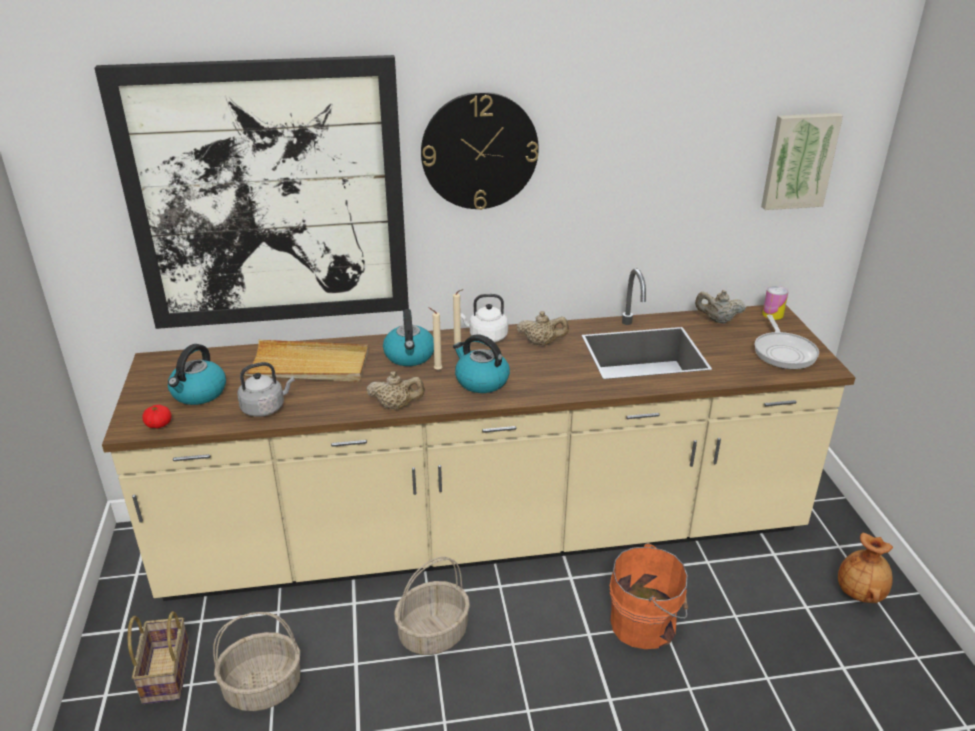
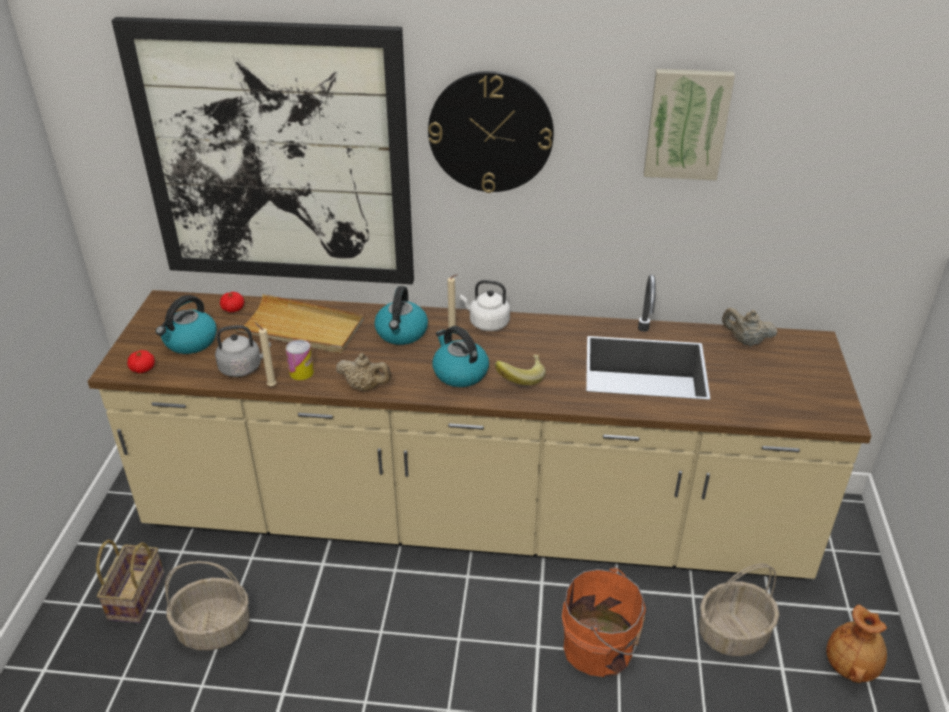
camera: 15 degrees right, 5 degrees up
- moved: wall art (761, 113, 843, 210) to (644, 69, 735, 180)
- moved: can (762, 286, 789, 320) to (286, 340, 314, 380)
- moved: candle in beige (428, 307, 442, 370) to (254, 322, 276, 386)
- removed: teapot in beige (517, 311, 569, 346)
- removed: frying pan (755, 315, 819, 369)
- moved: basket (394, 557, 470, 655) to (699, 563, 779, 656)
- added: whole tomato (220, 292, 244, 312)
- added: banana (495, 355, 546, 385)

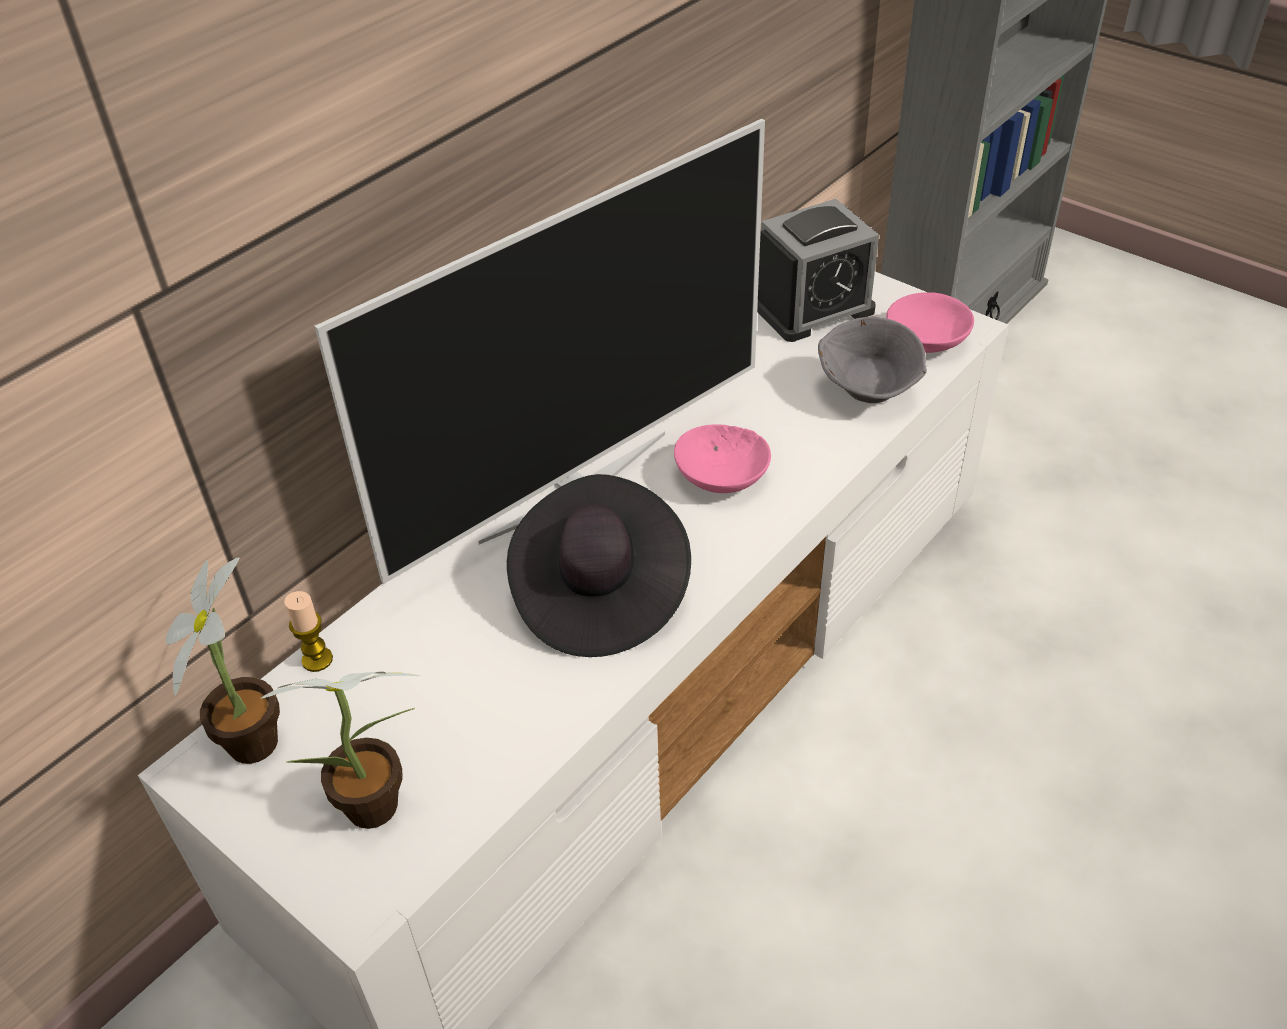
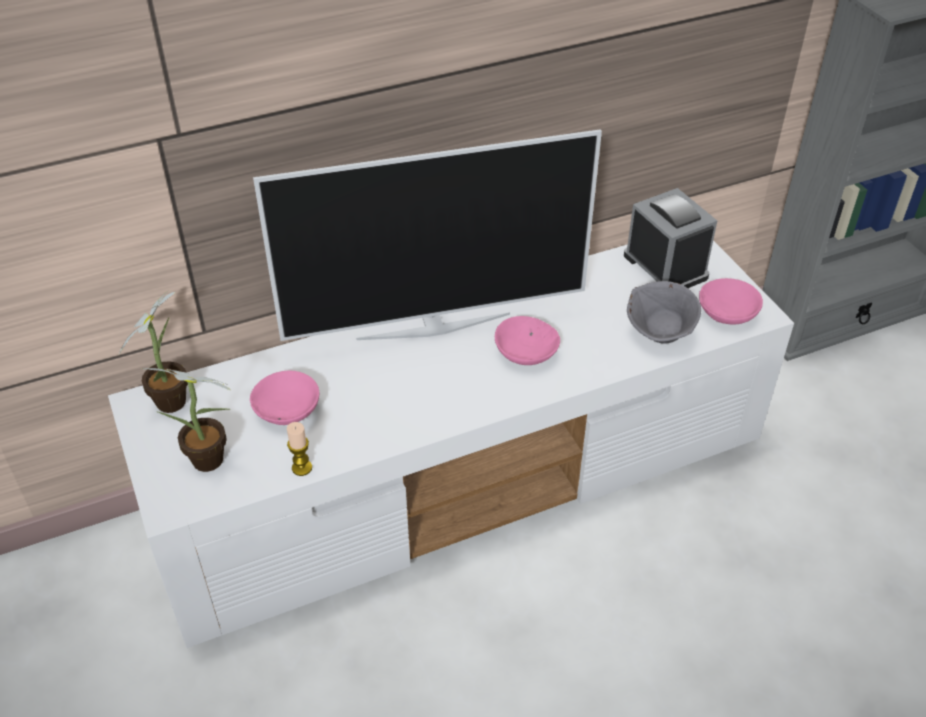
camera: 25 degrees right, 0 degrees up
- turned: table clock (757, 199, 879, 342) = (624, 188, 717, 288) 120 degrees counterclockwise
- removed: clothing hat in blackish (507, 474, 691, 657)
- moved: candle (284, 591, 333, 672) to (287, 422, 312, 476)
- added: serving bowl in pink-coloured (250, 370, 319, 425)

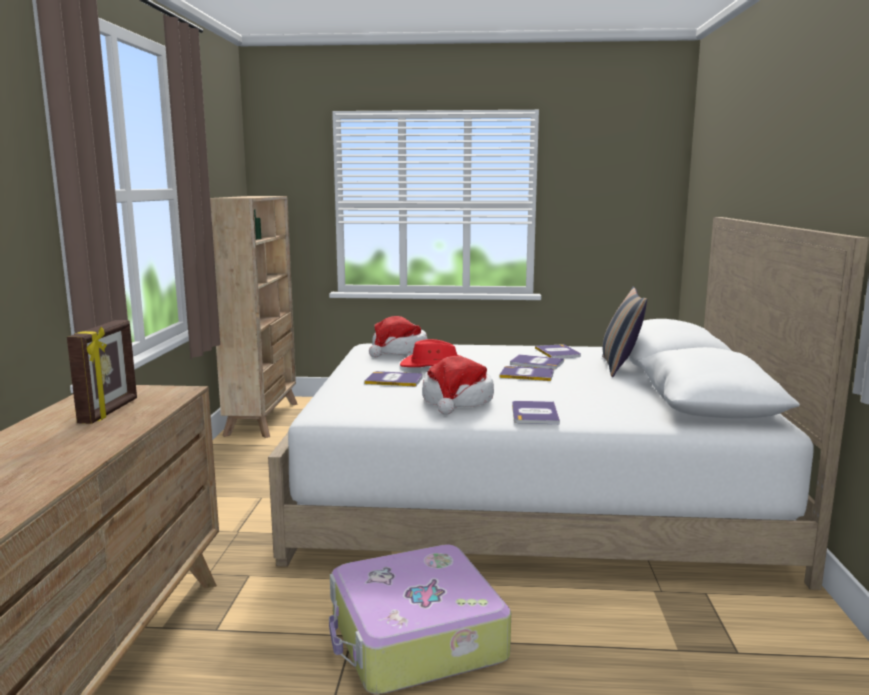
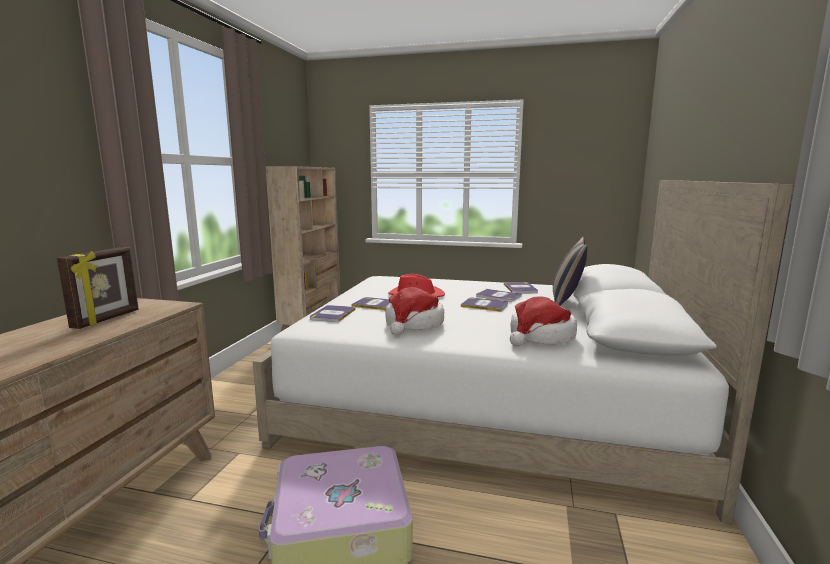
camera: 10 degrees right, 0 degrees up
- moved: clothing hat (369, 316, 428, 357) to (510, 297, 577, 346)
- moved: bound book (512, 401, 560, 424) to (310, 305, 356, 322)

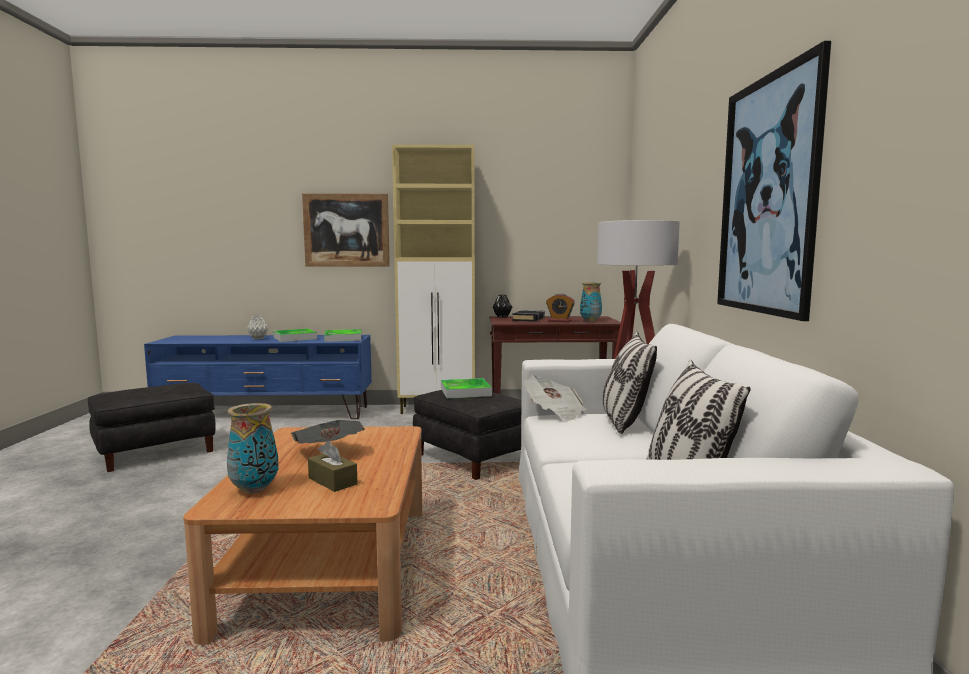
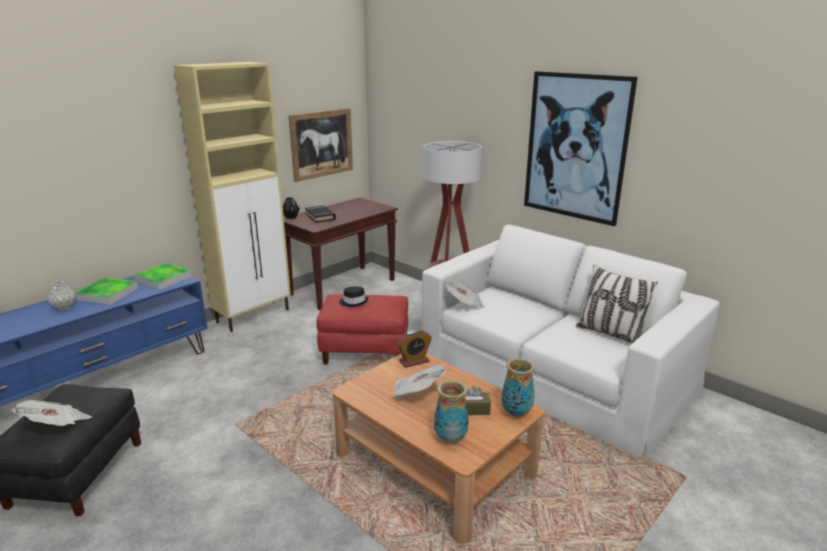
camera: 45 degrees left, 15 degrees up
- moved: wall art (302, 193, 390, 267) to (288, 108, 353, 182)
- moved: decorative vase (580, 282, 602, 322) to (501, 358, 535, 417)
- moved: table clock (546, 293, 575, 322) to (397, 329, 432, 368)
- removed: cushion (602, 332, 657, 434)
- replaced: tray (441, 378, 492, 399) to clothing hat in blackish (339, 287, 369, 307)
- recoloured: footrest in blackish (413, 390, 522, 480) to footrest in red-coloured (316, 294, 408, 365)
- added: newspaper (11, 400, 92, 426)

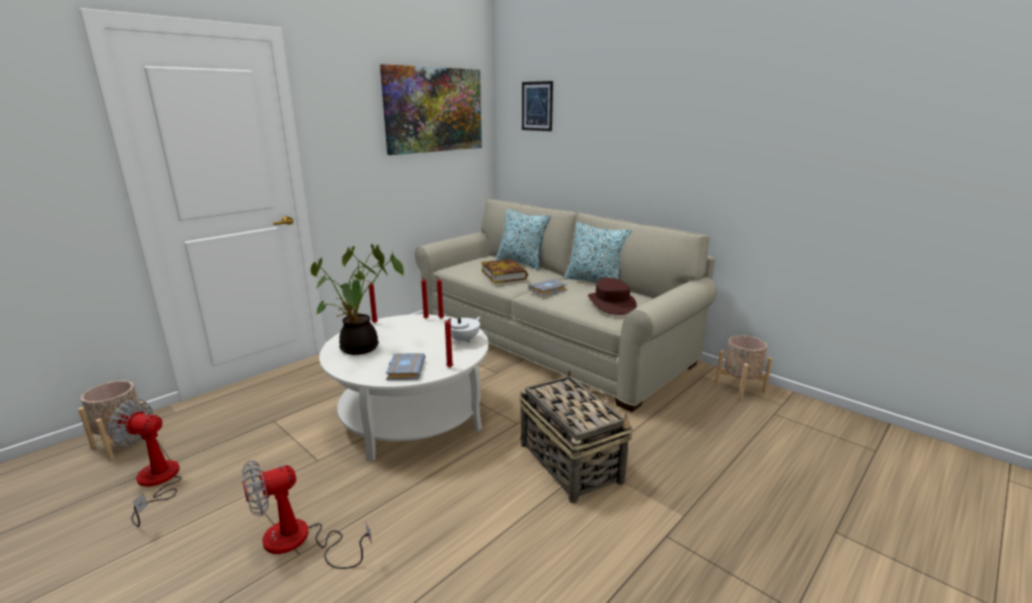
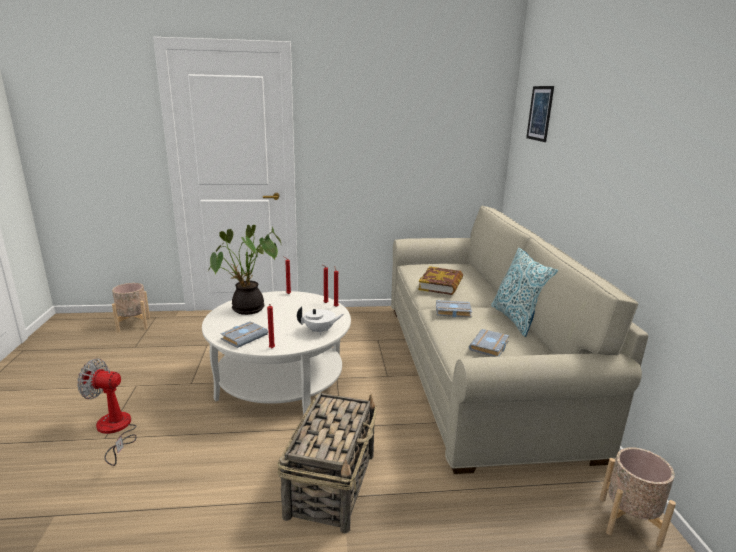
camera: 40 degrees right, 0 degrees up
- removed: wall art (380, 64, 482, 155)
- removed: cushion (496, 209, 550, 270)
- replaced: clothing hat in brown-coloured (588, 278, 637, 315) to bound book in gray (469, 329, 509, 357)
- removed: electric fan (108, 399, 182, 527)

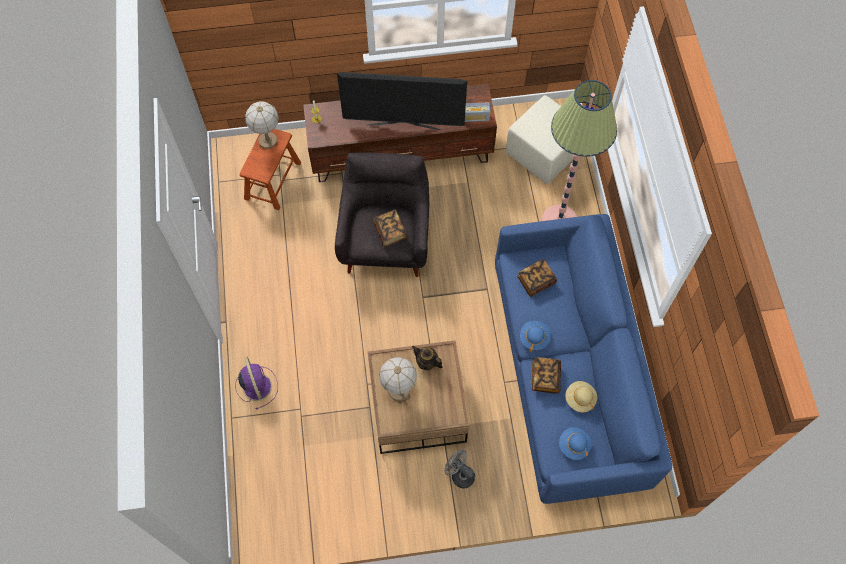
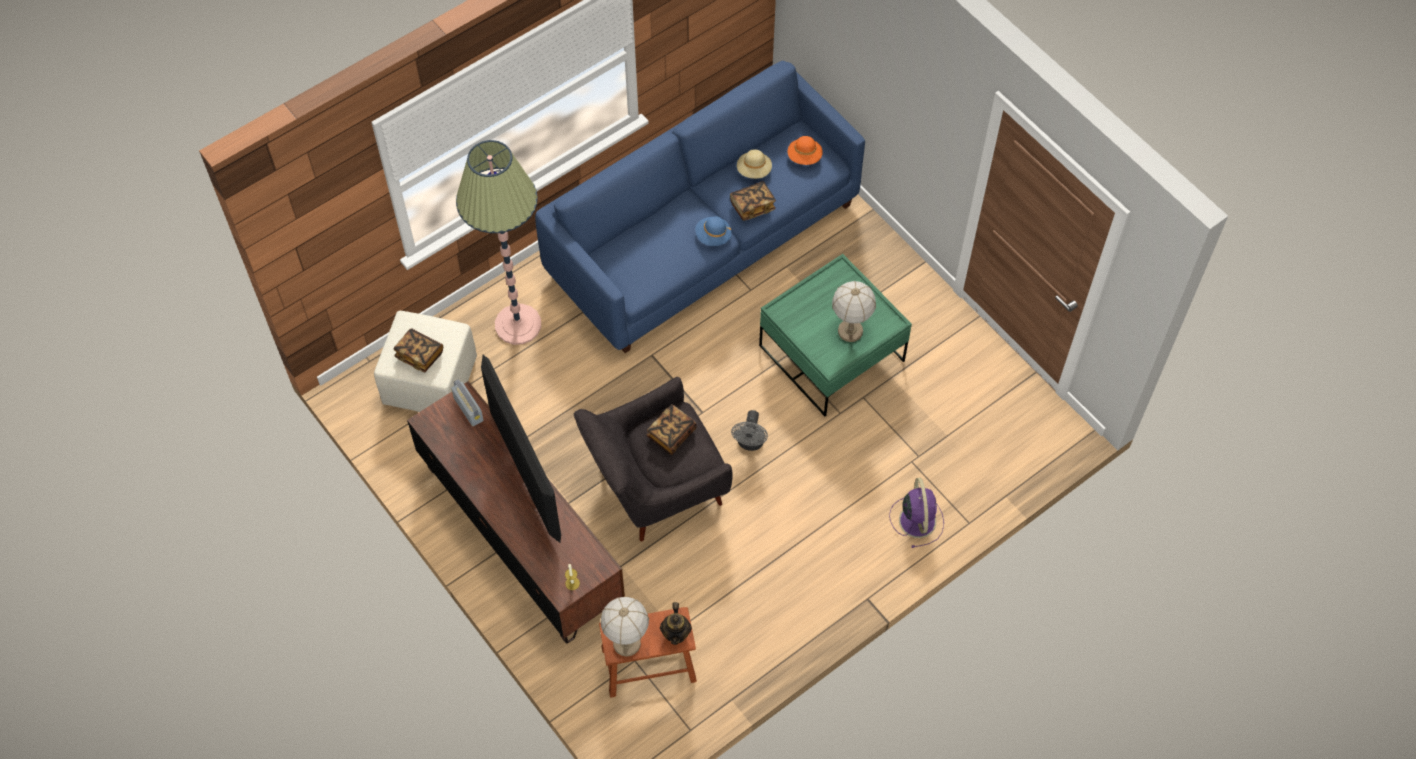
camera: 120 degrees left, 5 degrees down
- moved: bound book (517, 259, 557, 297) to (394, 328, 443, 372)
- recoloured: lounge table in brown-coloured (368, 340, 469, 454) to lounge table in green-coloured (759, 254, 912, 416)
- moved: teapot (412, 346, 443, 370) to (660, 602, 692, 645)
- turned: electric fan in purple (235, 357, 278, 410) = (889, 478, 944, 548) 135 degrees clockwise
- recoloured: clothing hat in blue (559, 427, 592, 460) to clothing hat in orangey (788, 136, 823, 165)
- moved: electric fan in gray (444, 450, 475, 489) to (731, 410, 768, 451)

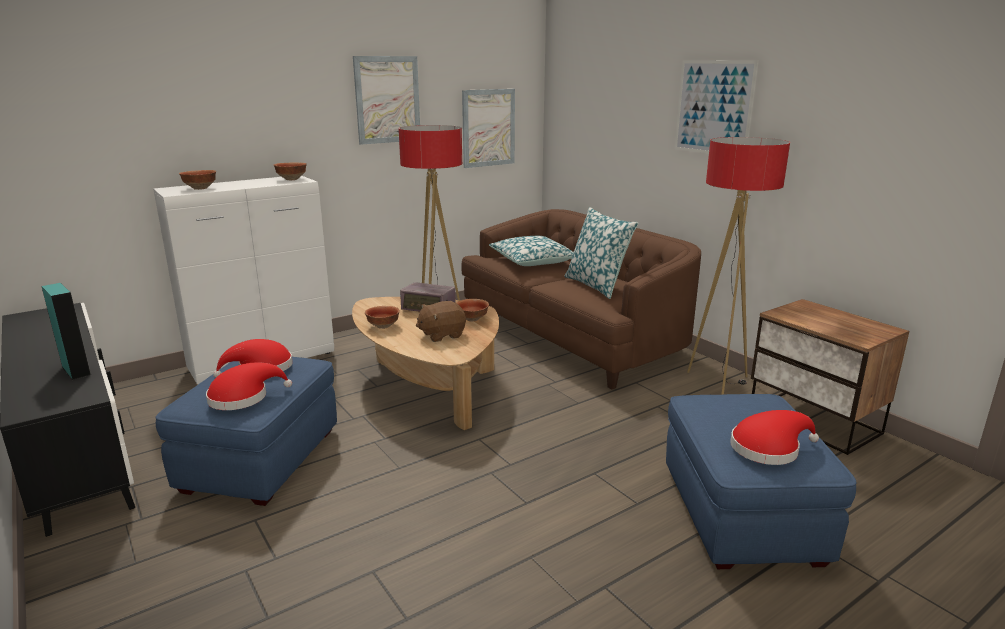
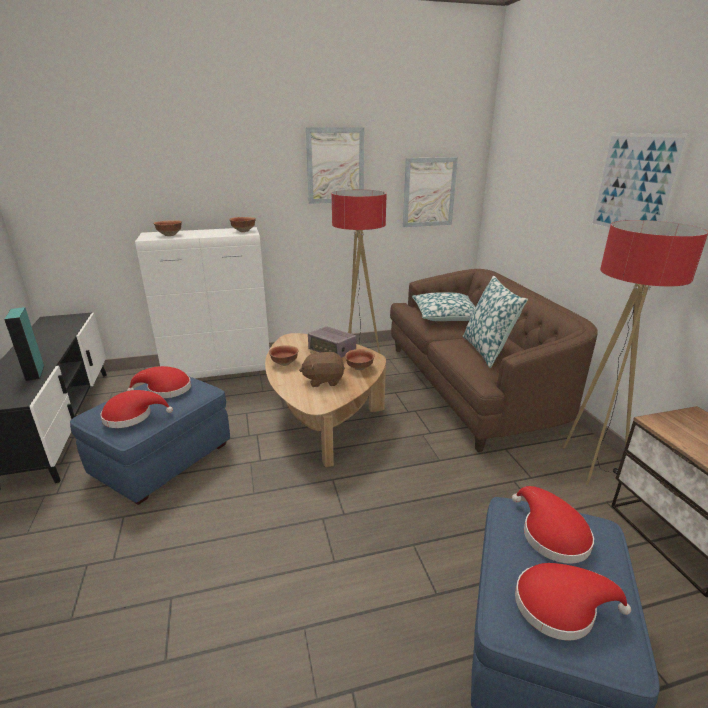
camera: 20 degrees right, 5 degrees up
- added: clothing hat in red-coloured (512, 486, 594, 564)

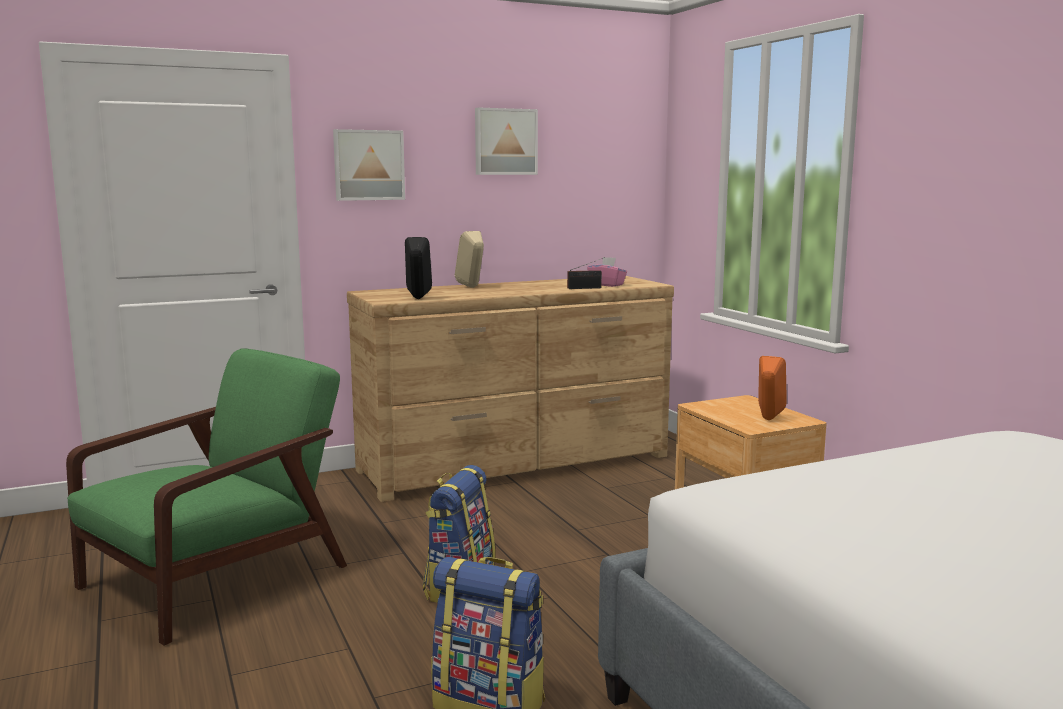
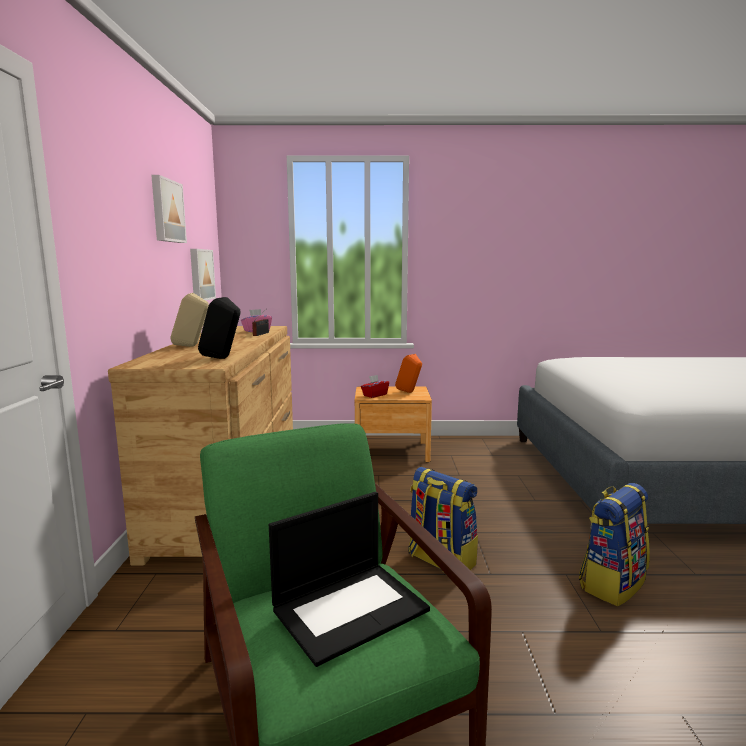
camera: 65 degrees left, 0 degrees up
- moved: wall art (333, 129, 405, 201) to (190, 249, 216, 300)
- added: box of tissues in red-coloured (361, 375, 389, 398)
- added: laptop (269, 492, 430, 667)

